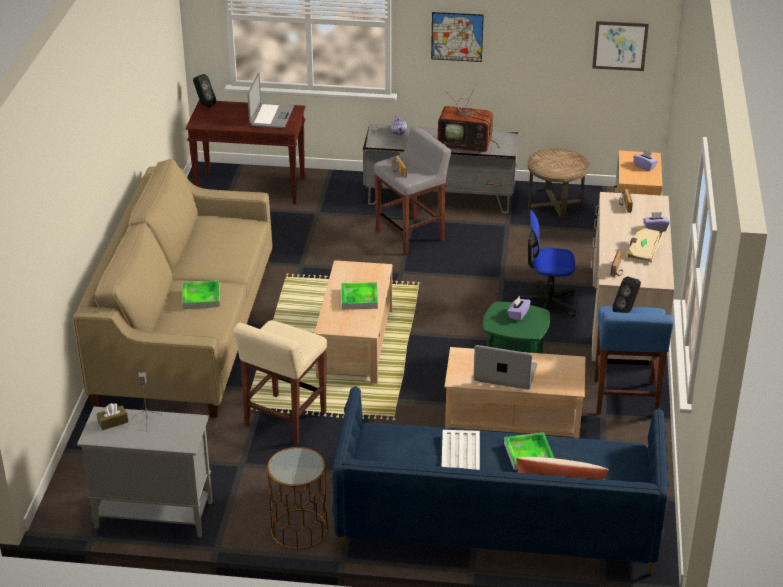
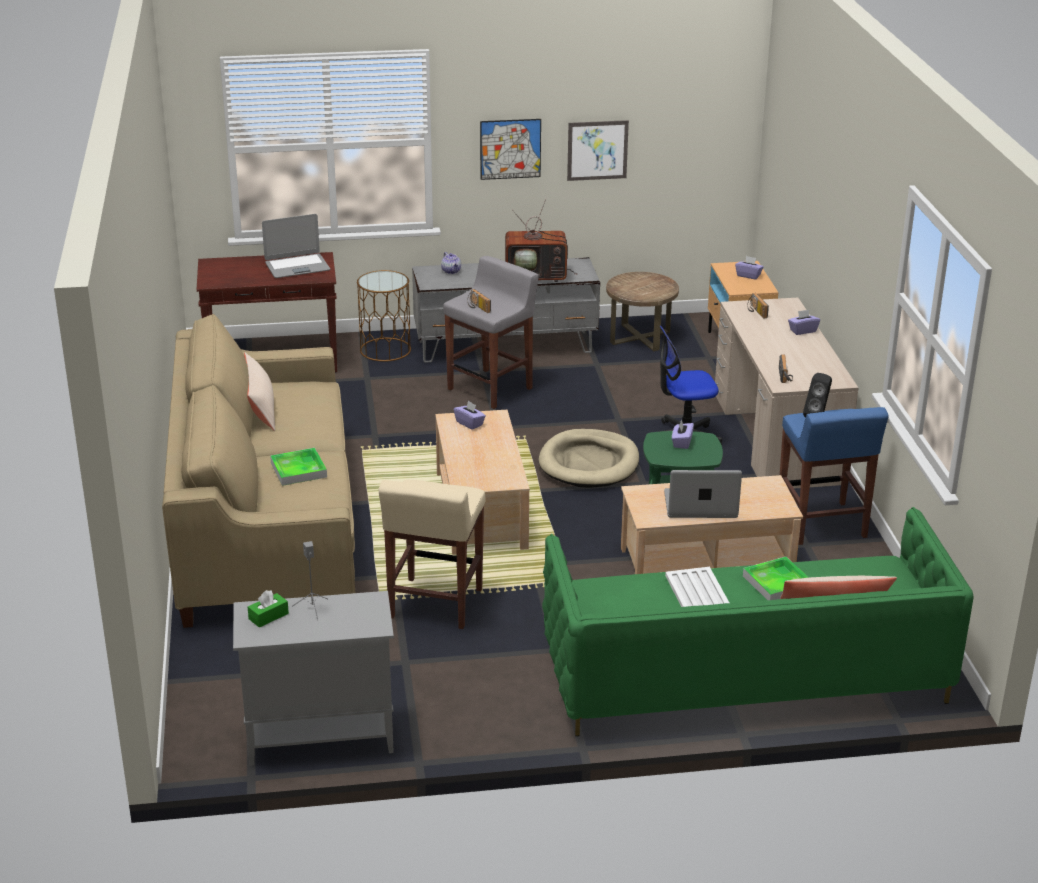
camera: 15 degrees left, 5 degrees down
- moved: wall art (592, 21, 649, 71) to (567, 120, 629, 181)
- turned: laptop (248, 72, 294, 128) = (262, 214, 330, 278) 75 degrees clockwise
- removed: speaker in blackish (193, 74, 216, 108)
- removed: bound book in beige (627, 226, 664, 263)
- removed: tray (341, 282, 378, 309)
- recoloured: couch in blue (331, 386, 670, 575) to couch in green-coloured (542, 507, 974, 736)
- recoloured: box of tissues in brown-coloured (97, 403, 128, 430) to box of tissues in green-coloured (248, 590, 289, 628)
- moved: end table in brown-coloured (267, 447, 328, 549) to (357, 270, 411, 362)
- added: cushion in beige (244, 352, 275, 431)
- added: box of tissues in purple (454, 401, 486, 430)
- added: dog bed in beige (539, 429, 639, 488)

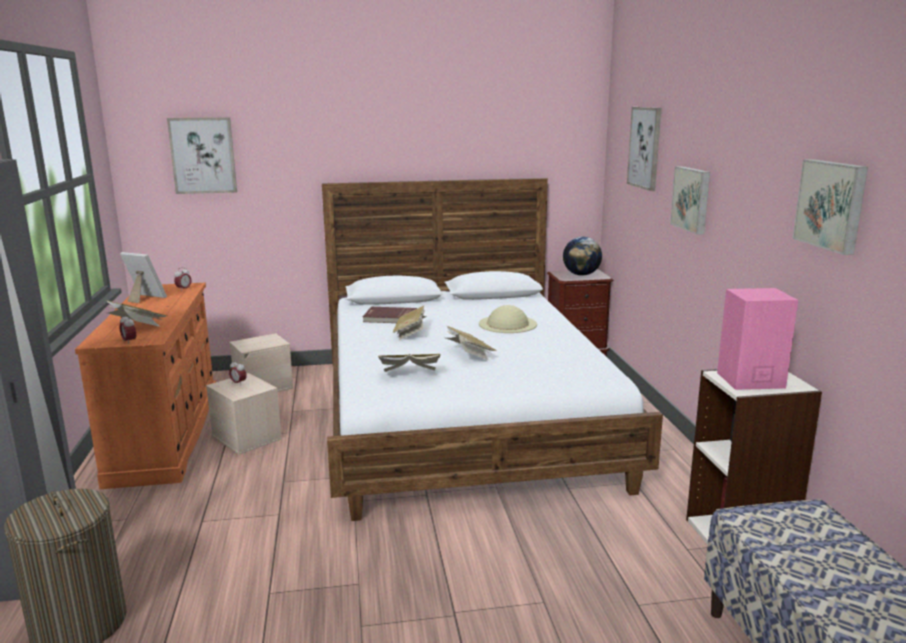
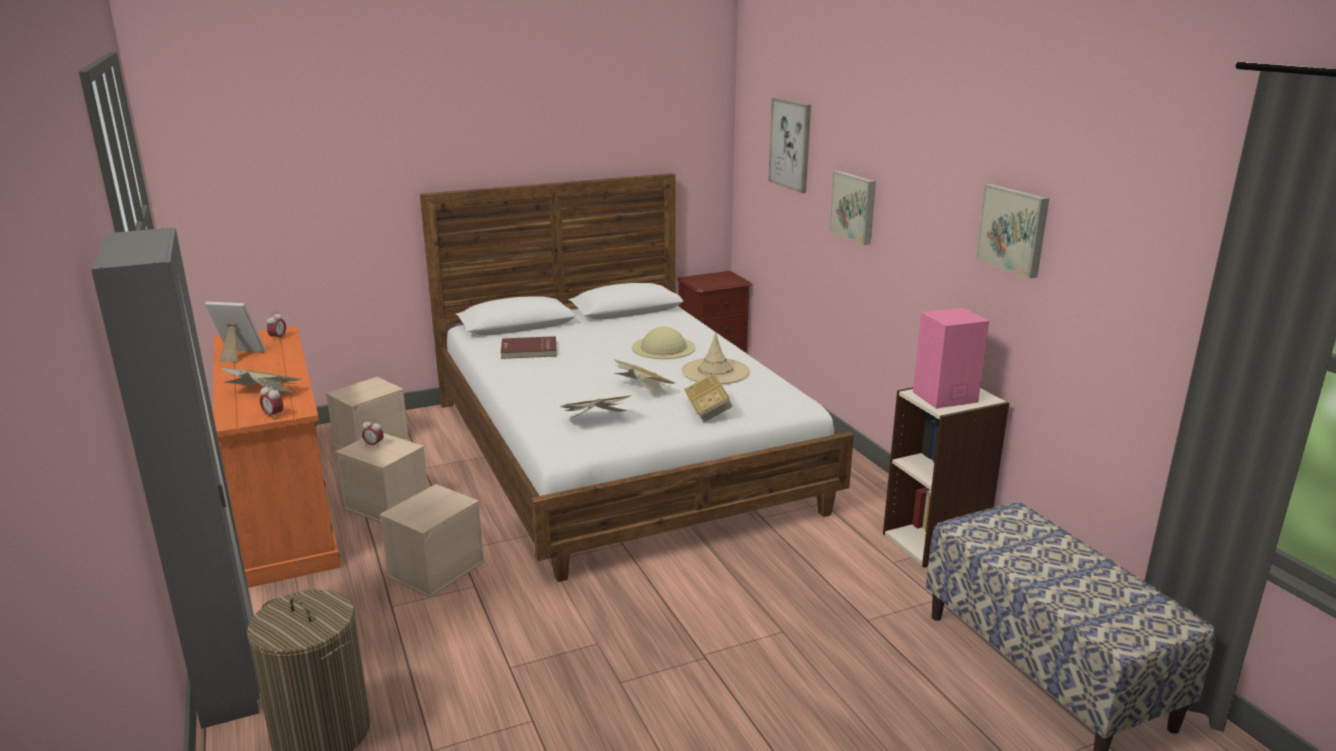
camera: 15 degrees left, 5 degrees up
- removed: wall art (167, 117, 237, 194)
- removed: desk globe (563, 237, 602, 276)
- moved: bound book (393, 306, 427, 340) to (684, 373, 733, 423)
- added: clothing hat in beige (682, 332, 750, 384)
- added: storage container in beige (379, 484, 484, 598)

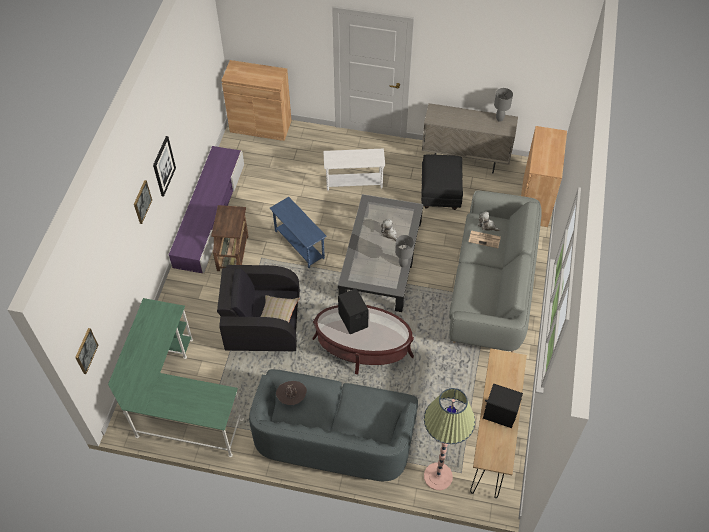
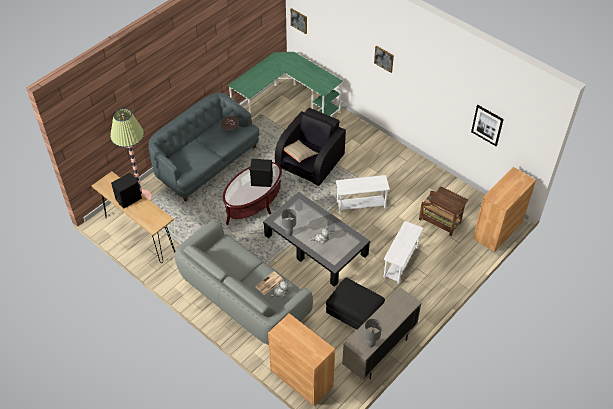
camera: 120 degrees right, 5 degrees down
- moved: wall art (153, 136, 176, 197) to (471, 105, 504, 146)
- removed: tv unit in purple (169, 146, 244, 274)
- recoloured: end table in blue (270, 197, 327, 268) to end table in white-coloured (336, 175, 390, 213)
- moved: end table in brown-coloured (211, 205, 248, 271) to (419, 186, 468, 236)

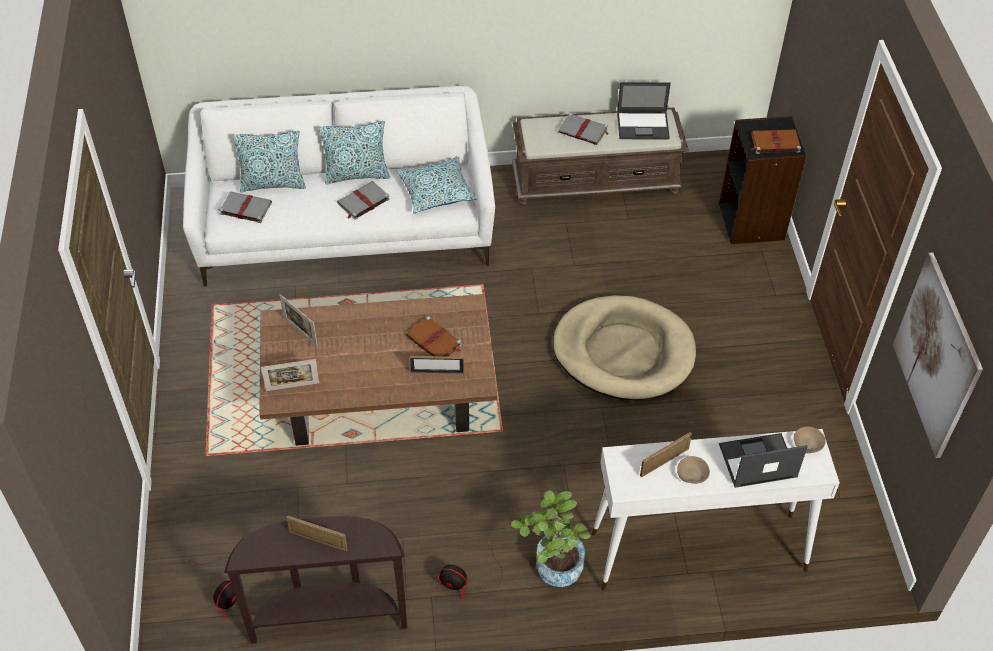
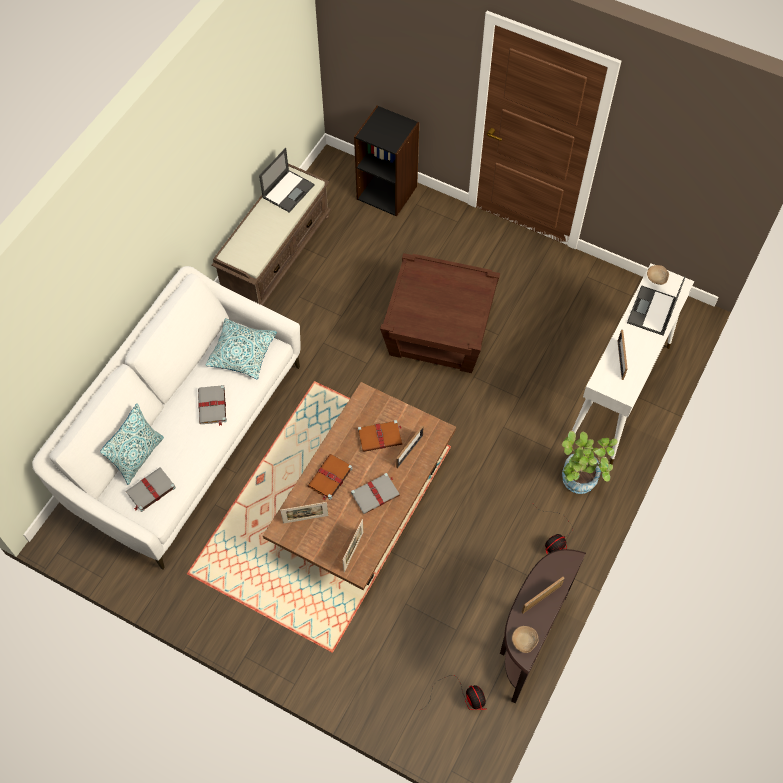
camera: 55 degrees left, 10 degrees up
- moved: bound book in gray (558, 113, 608, 145) to (351, 473, 400, 514)
- removed: cushion (319, 121, 390, 184)
- moved: bound book in brown-coloured (751, 129, 801, 154) to (308, 454, 353, 501)
- removed: wall art (893, 252, 983, 458)
- replaced: dog bed in beige (553, 295, 696, 400) to end table in brown-coloured (380, 253, 500, 373)
- moved: serving bowl in beige (677, 456, 710, 484) to (512, 626, 539, 653)

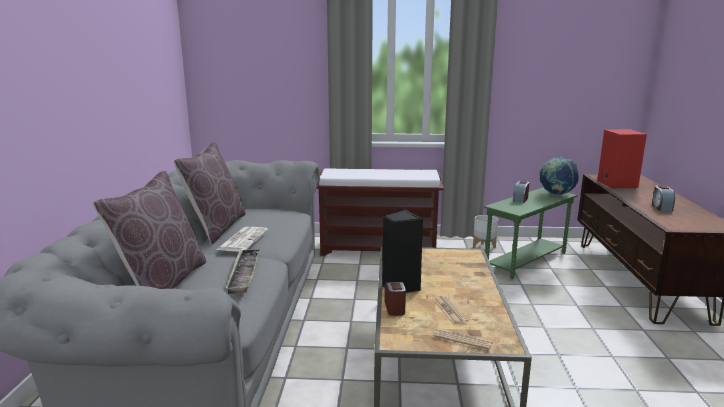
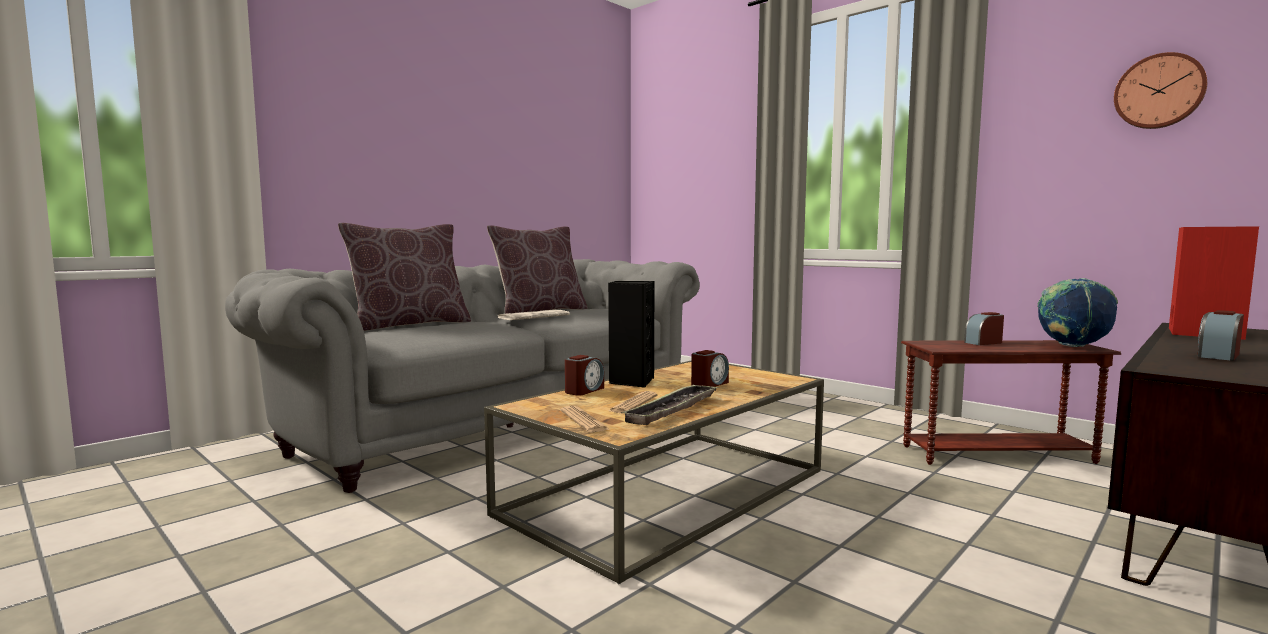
camera: 40 degrees right, 10 degrees down
- removed: indoor bench in brown-coloured (316, 169, 444, 256)
- recoloured: end table in green-coloured (484, 188, 578, 279) to end table in brown-coloured (901, 340, 1122, 465)
- removed: plant pot in white-coloured (473, 215, 498, 250)
- moved: tray (225, 249, 260, 294) to (621, 384, 718, 425)
- added: hanging clock (1114, 52, 1207, 129)
- added: table clock (691, 350, 729, 387)

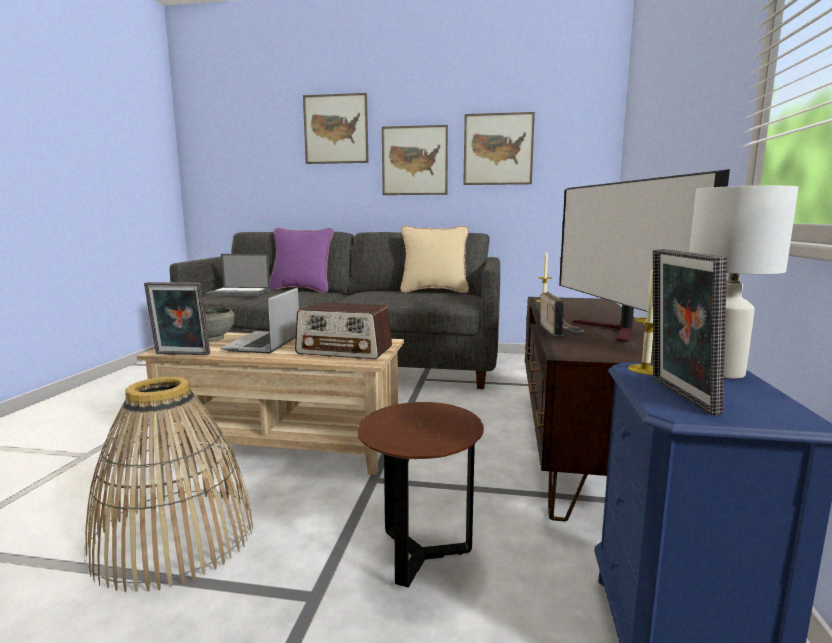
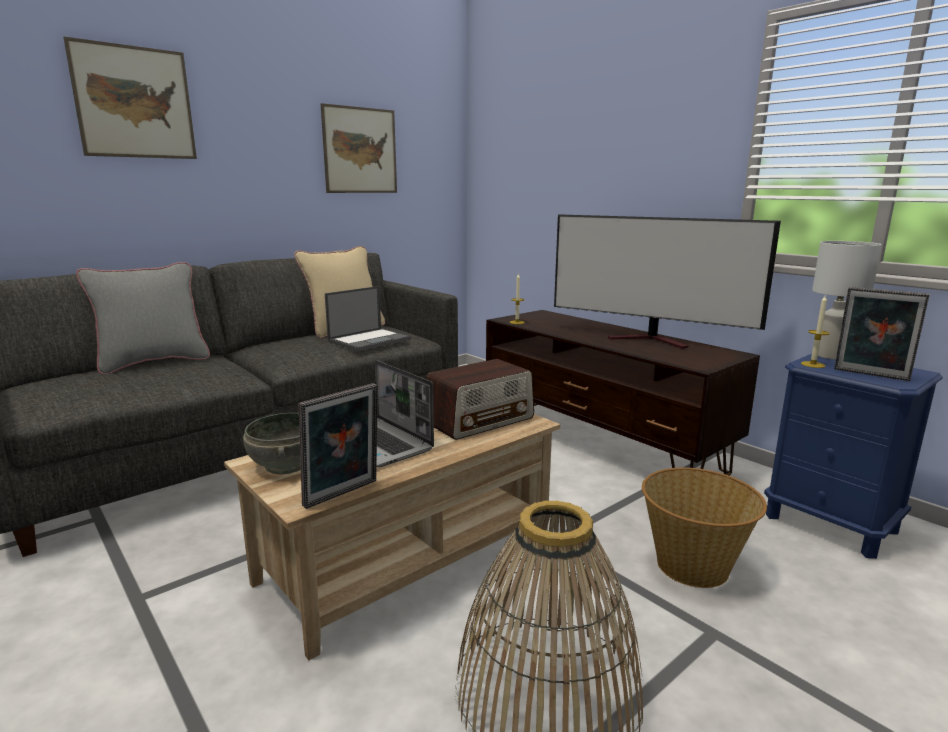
camera: 50 degrees left, 5 degrees up
- removed: wall art (382, 125, 448, 195)
- recoloured: cushion in purple (270, 228, 334, 293) to cushion in gray (76, 262, 210, 374)
- moved: laptop (206, 254, 270, 296) to (325, 286, 411, 351)
- removed: radio receiver (540, 292, 585, 336)
- replaced: end table in brown-coloured (358, 402, 484, 588) to basket (642, 468, 767, 588)

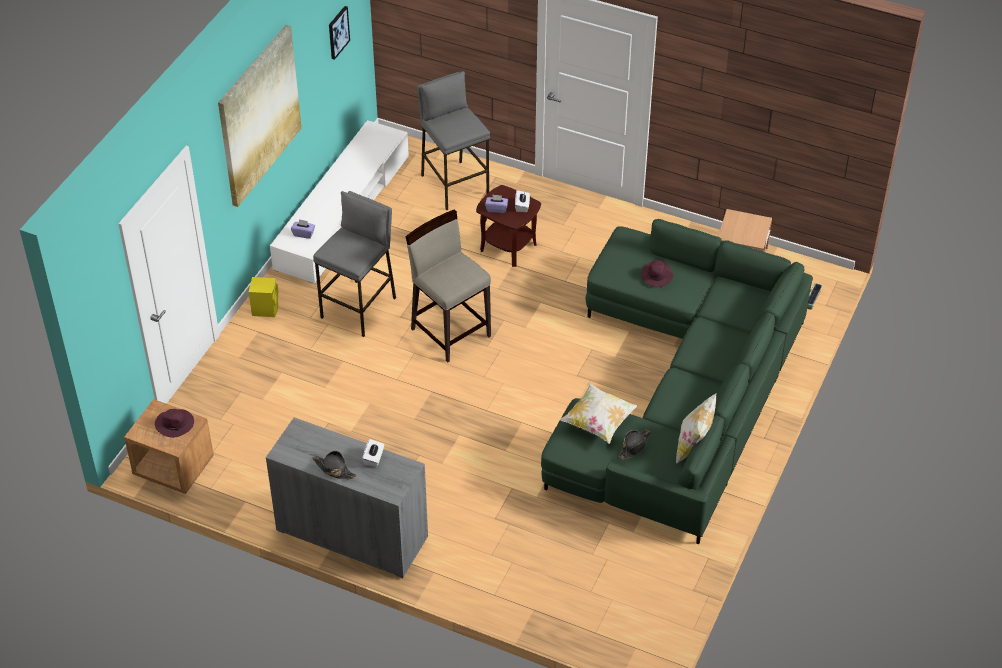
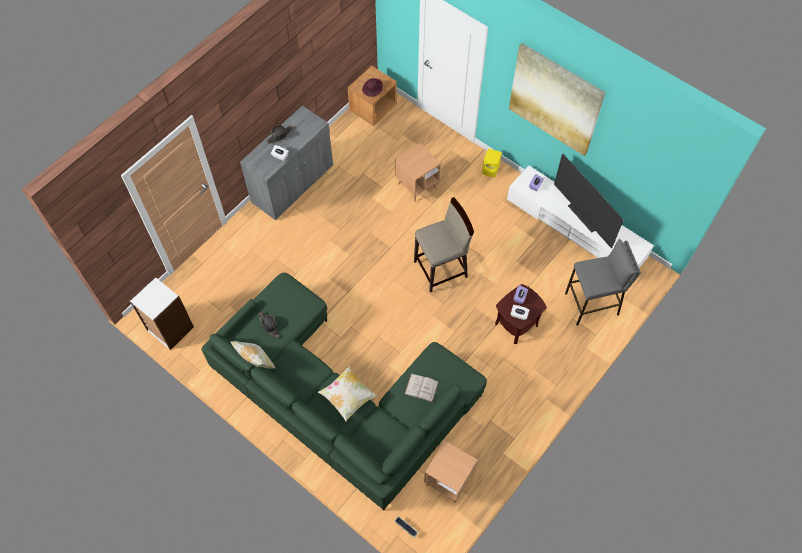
camera: 105 degrees right, 15 degrees up
- removed: wall art (329, 6, 350, 60)
- removed: stool seat in gray (313, 191, 396, 337)
- replaced: clothing hat in purple (641, 260, 673, 287) to bound book in white-coloured (404, 374, 439, 402)
- moved: cushion (560, 383, 638, 444) to (318, 366, 377, 421)
- added: end table in brown-coloured (395, 143, 441, 202)
- added: television (554, 154, 624, 248)
- added: bookcase in white-coloured (129, 277, 194, 350)

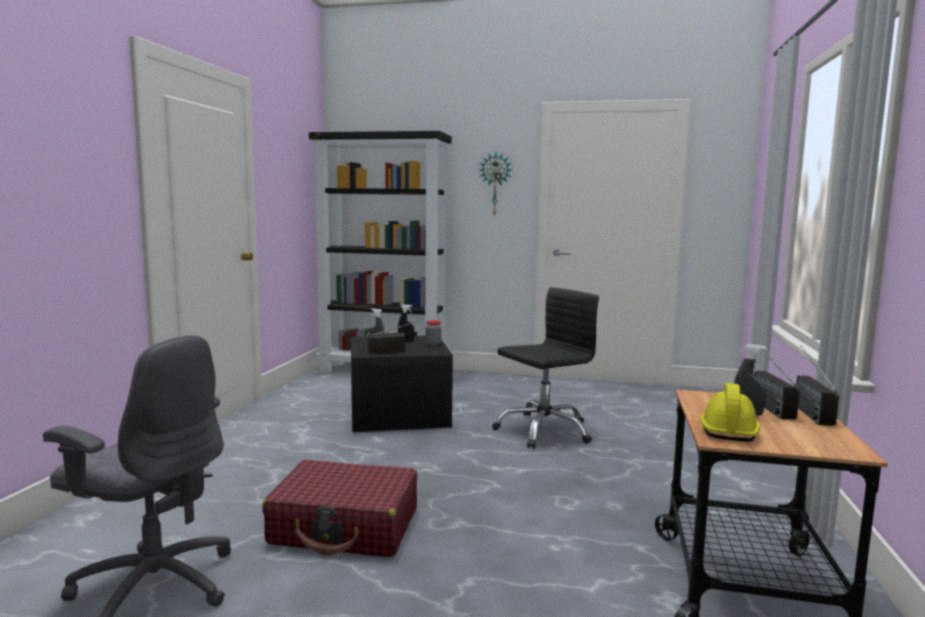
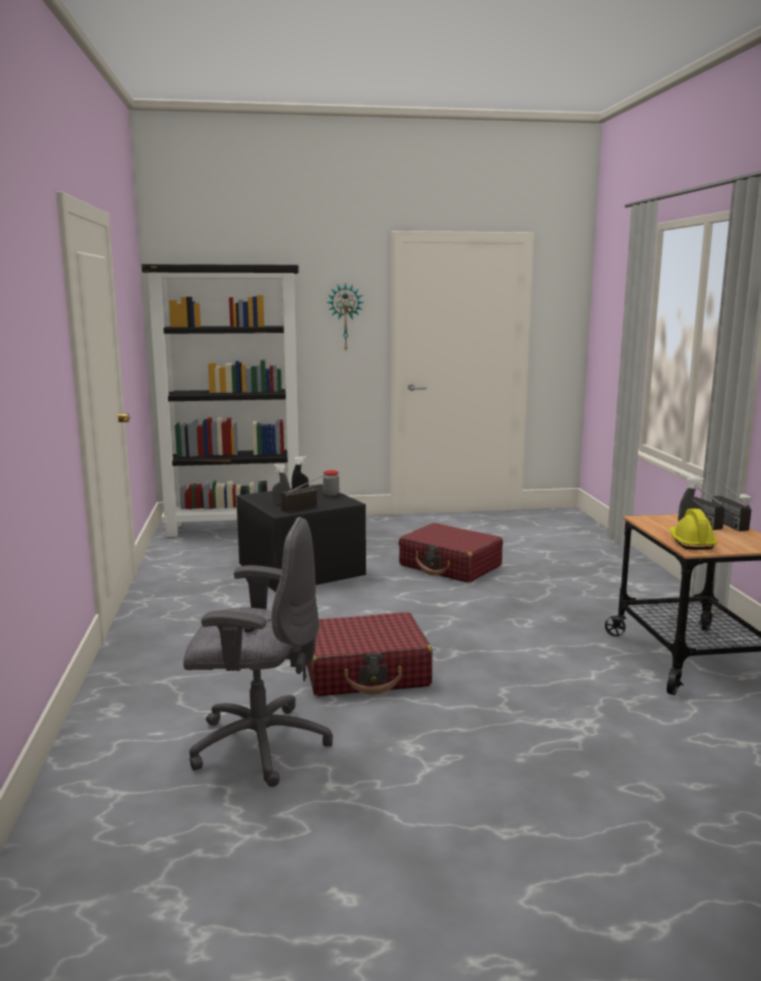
camera: 20 degrees left, 5 degrees up
- replaced: office chair in blackish (492, 287, 599, 448) to piece of luggage in red-coloured (398, 523, 503, 583)

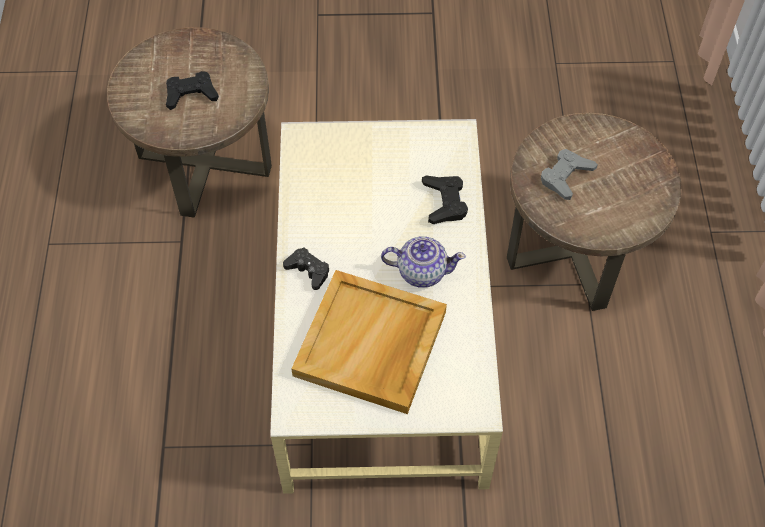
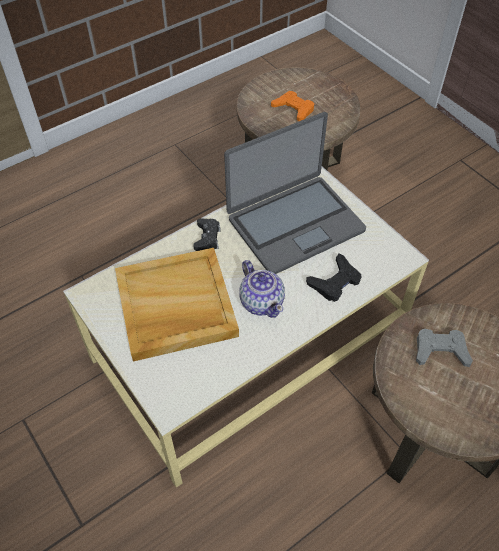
camera: 55 degrees right, 5 degrees down
- recoloured: game controller in blackish (166, 71, 219, 110) to game controller in orangey (271, 91, 314, 121)
- added: laptop (224, 112, 366, 274)

